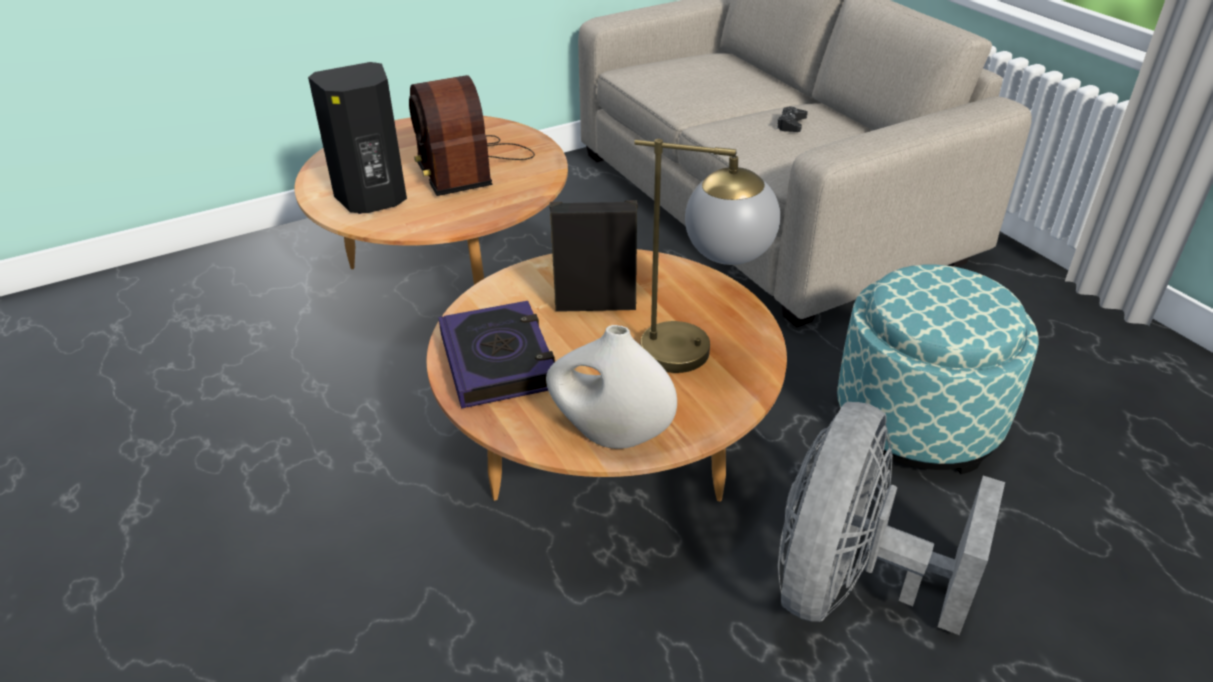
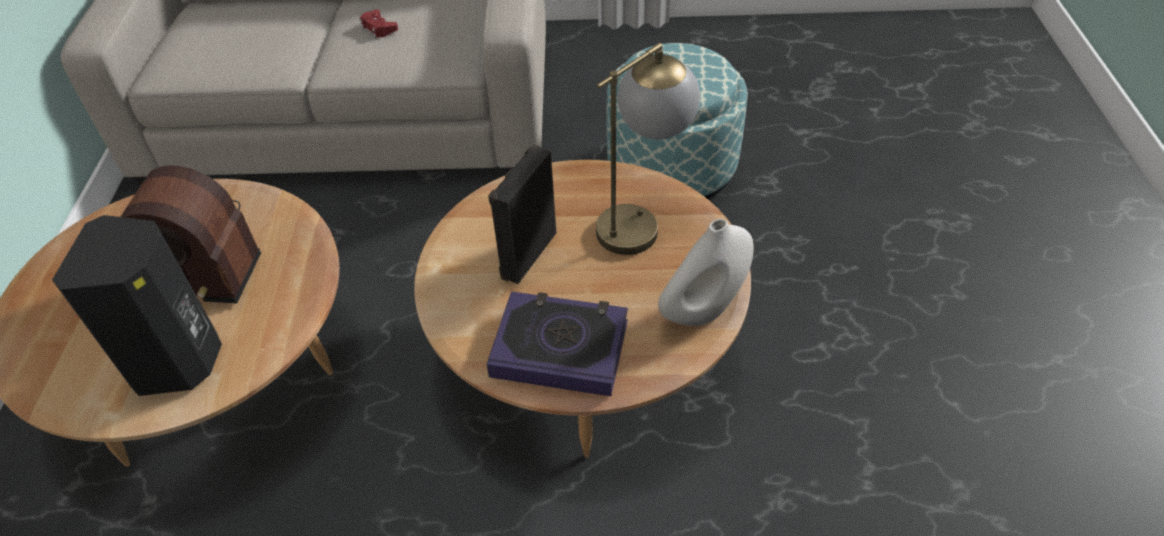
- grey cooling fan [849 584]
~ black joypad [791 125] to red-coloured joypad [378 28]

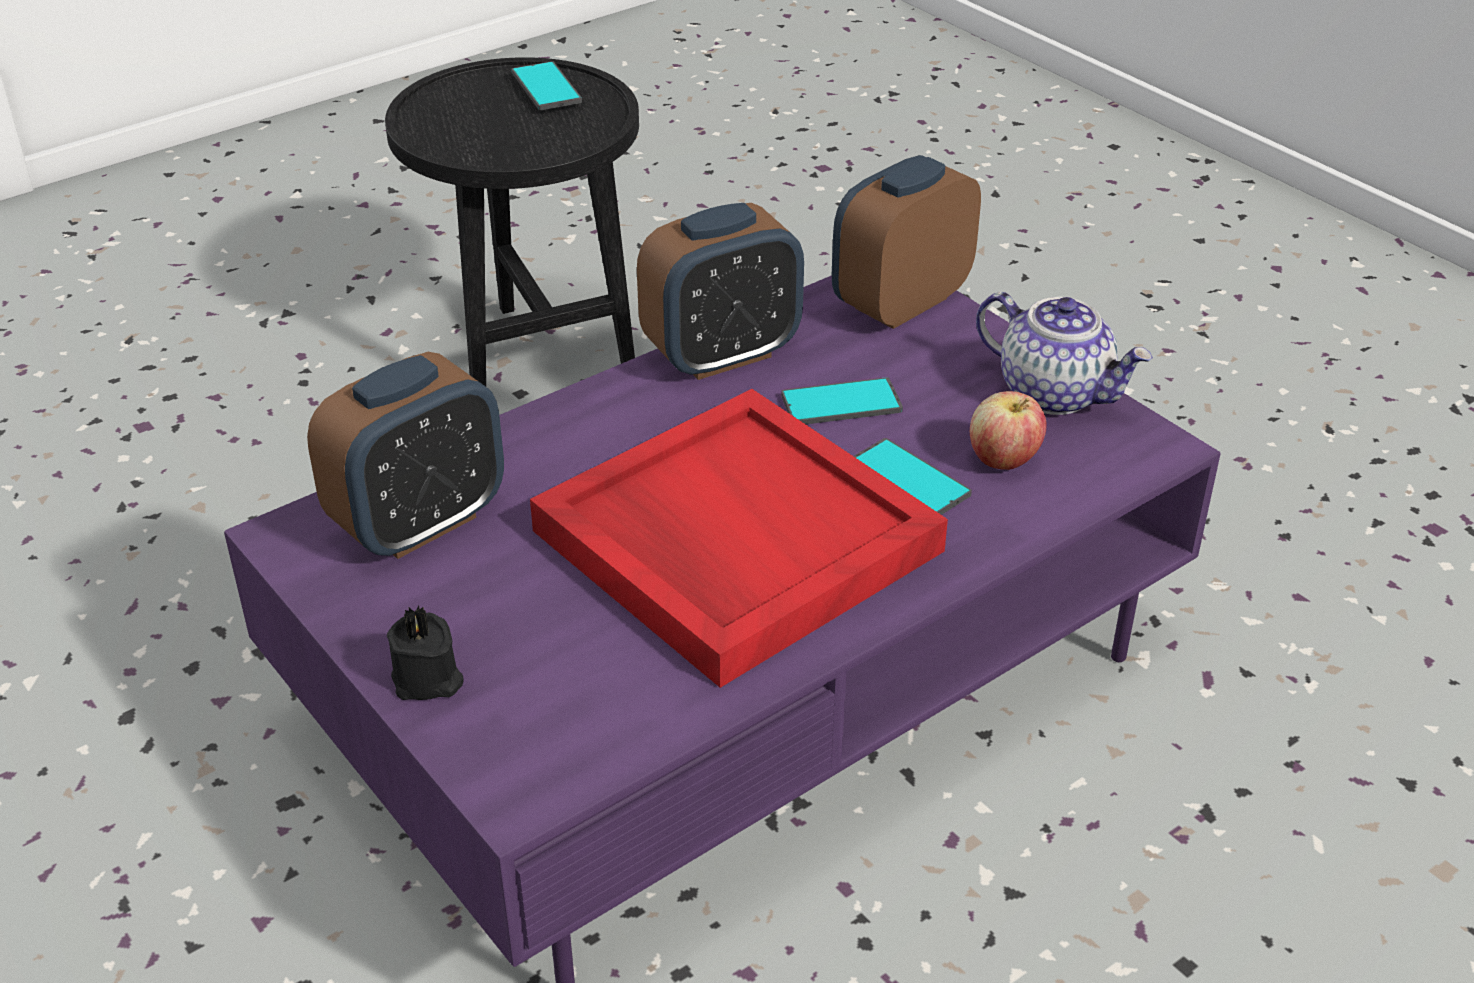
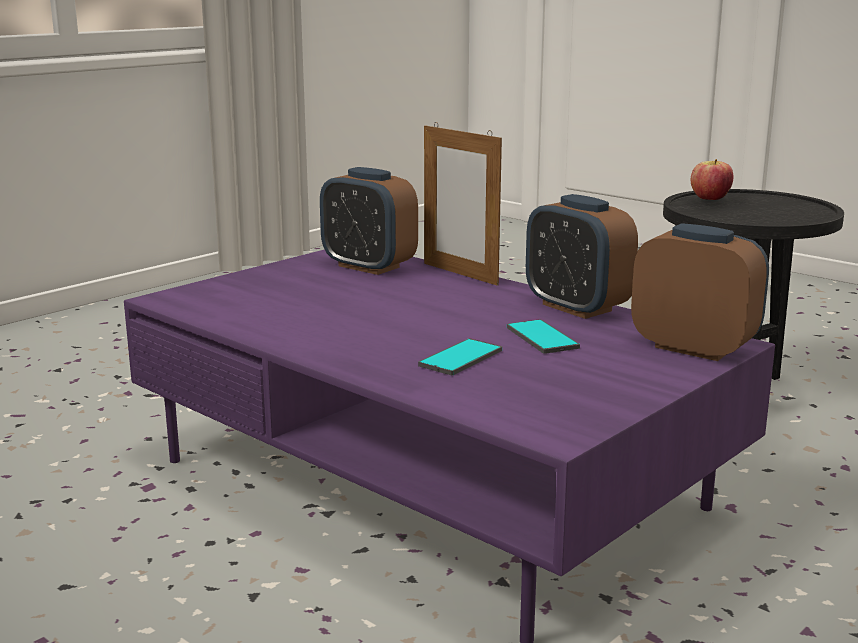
- black wax light [428 681]
- telephone [546 87]
- red-coloured serving tray [733 541]
- pot for tea [1056 393]
+ standing frame [460 274]
~ whole apple [1003 460] to [710 199]

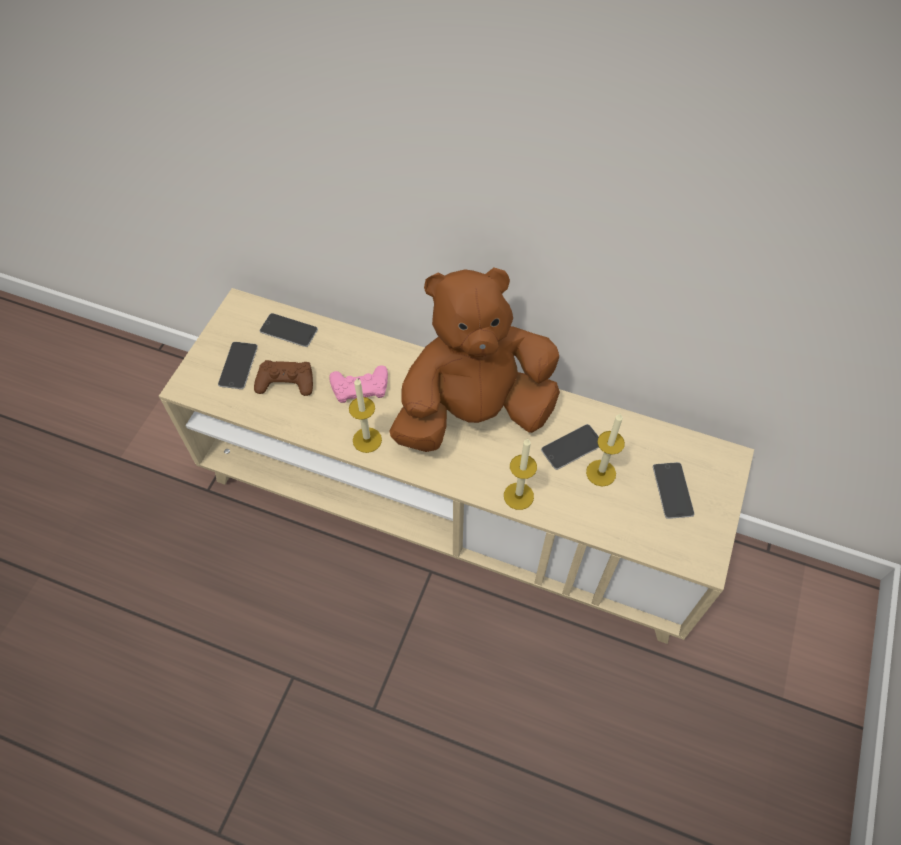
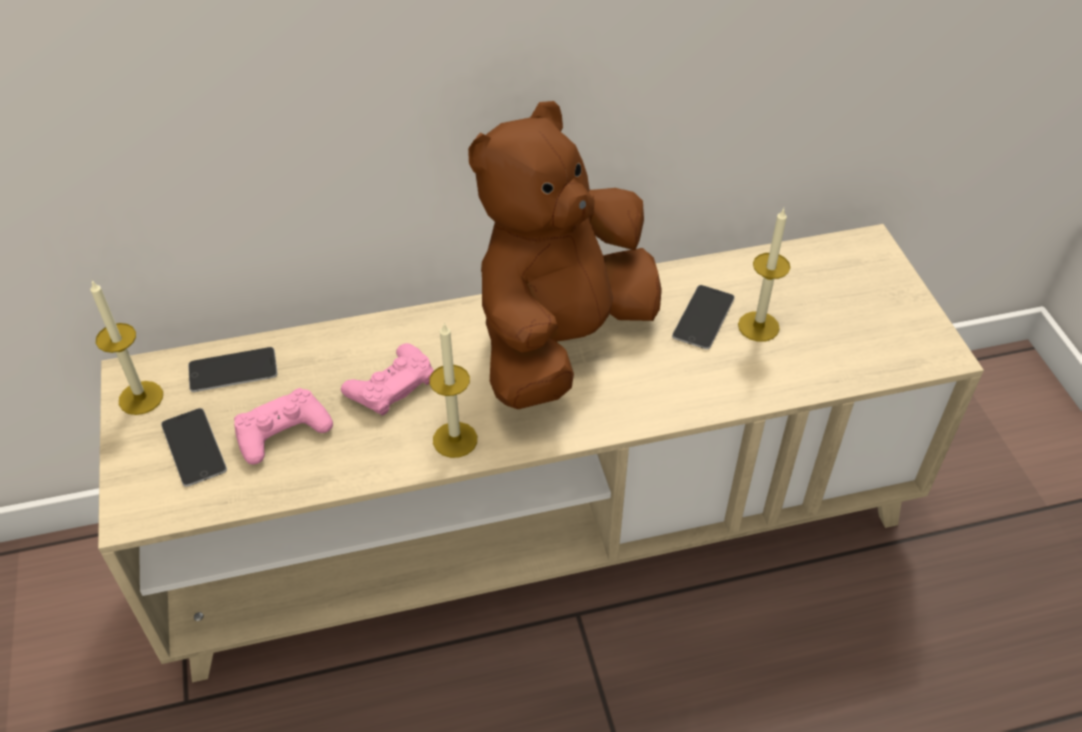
- telephone [673 490]
~ wax light [518 496] to [141 398]
~ brown joypad [286 382] to pinkish joypad [282 431]

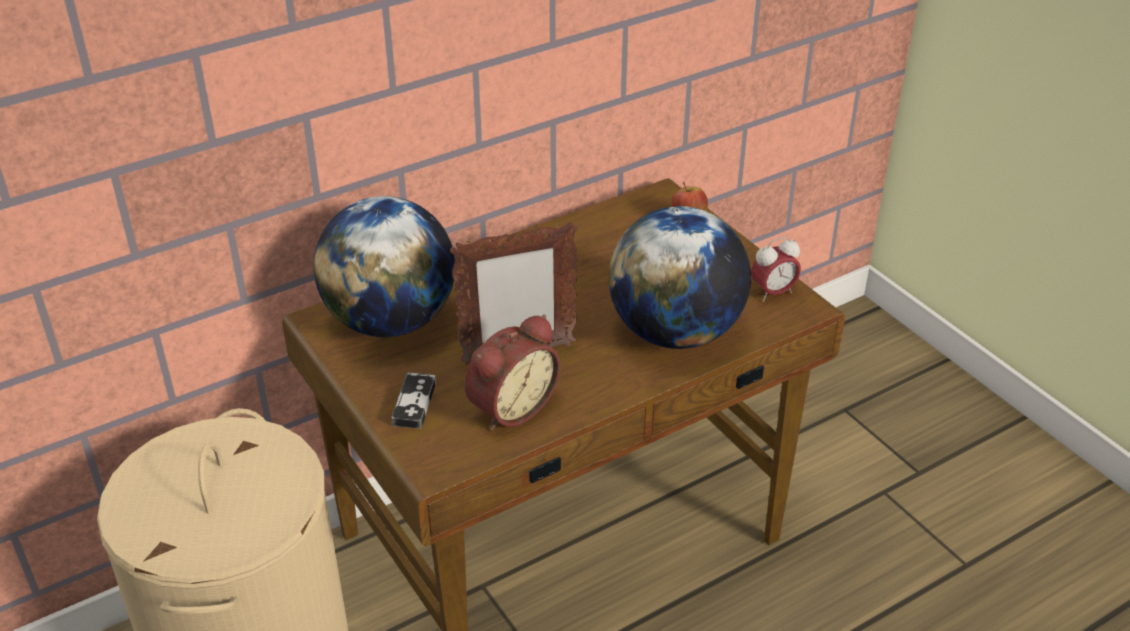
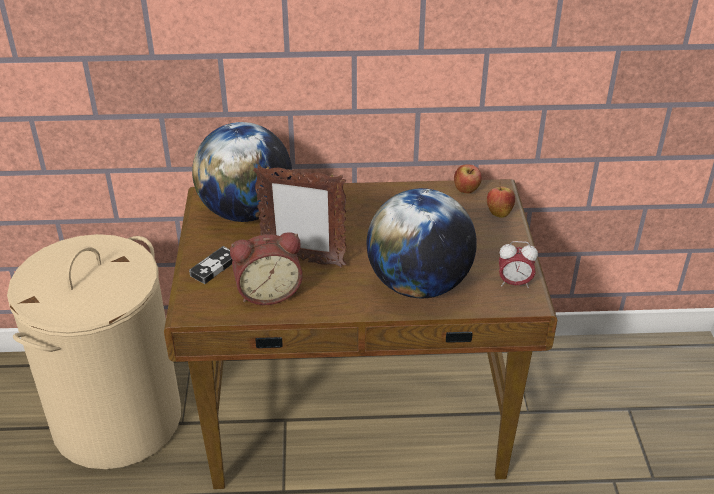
+ whole apple [466 191]

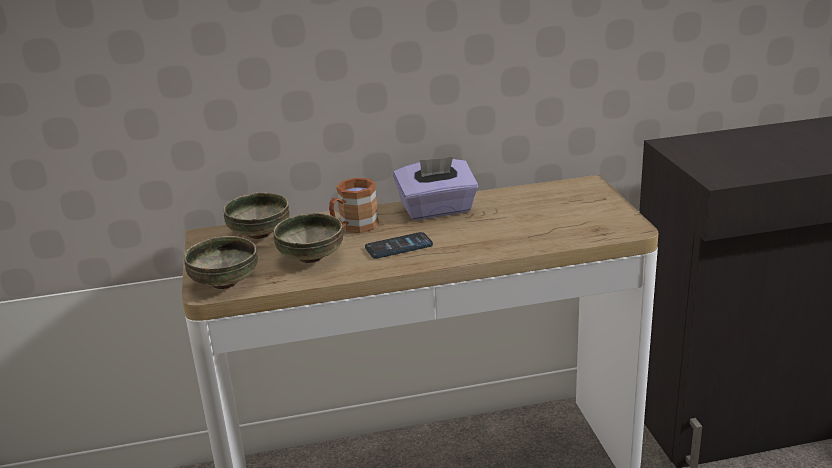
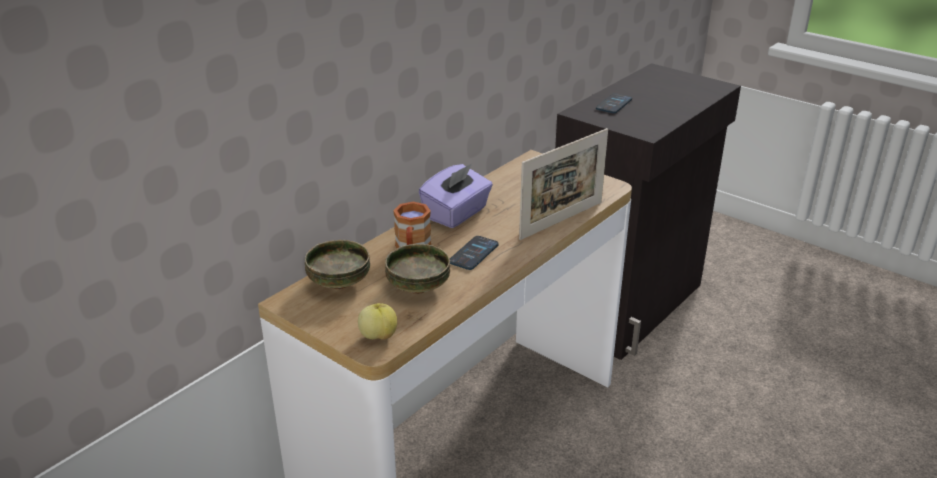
+ standing frame [561 220]
+ telephone [614 104]
~ serving bowl [224 283] to whole apple [378 336]

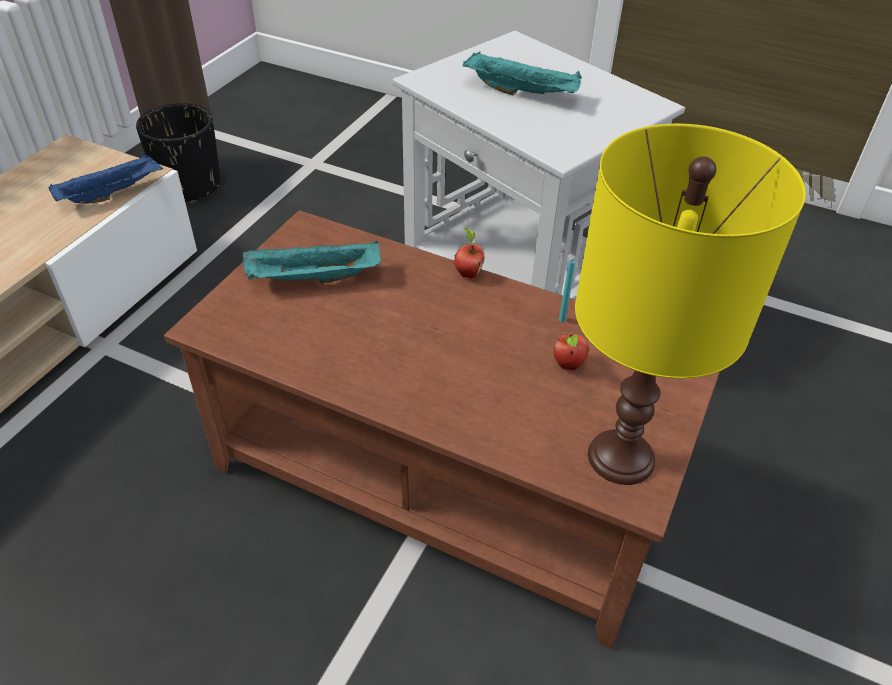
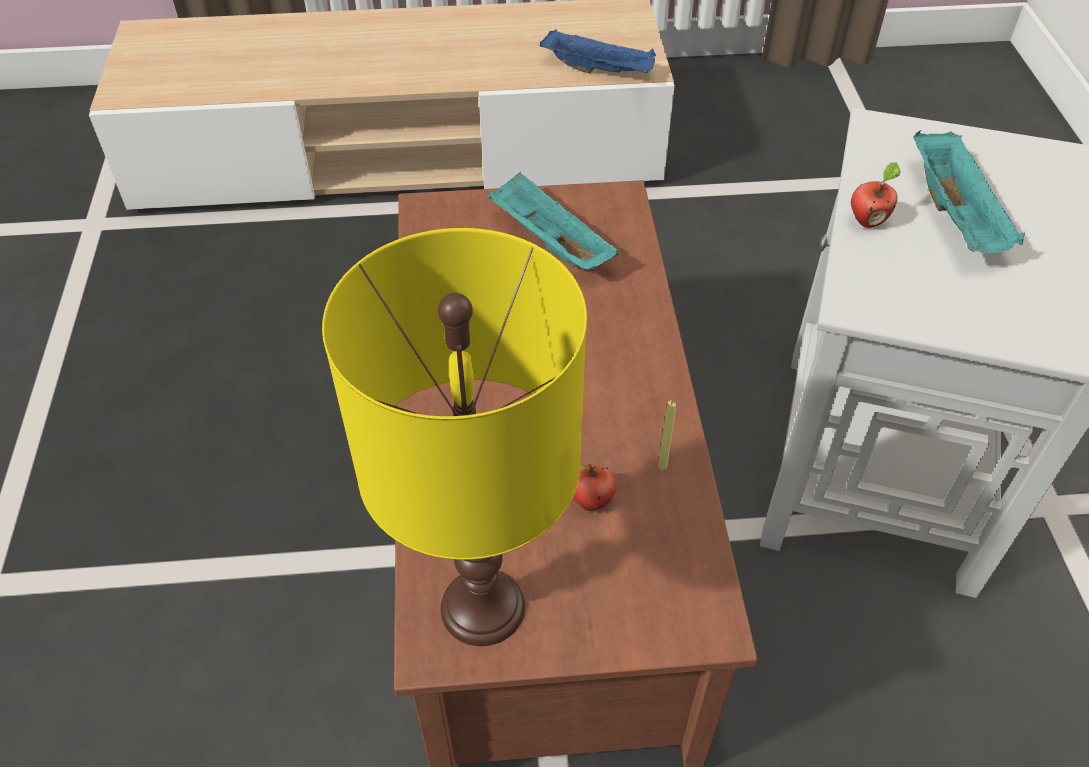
- black flower pot [190 186]
~ whole apple [467 273] to [867 221]
~ blue-green wax light [562 320] to yellow wax light [662 466]

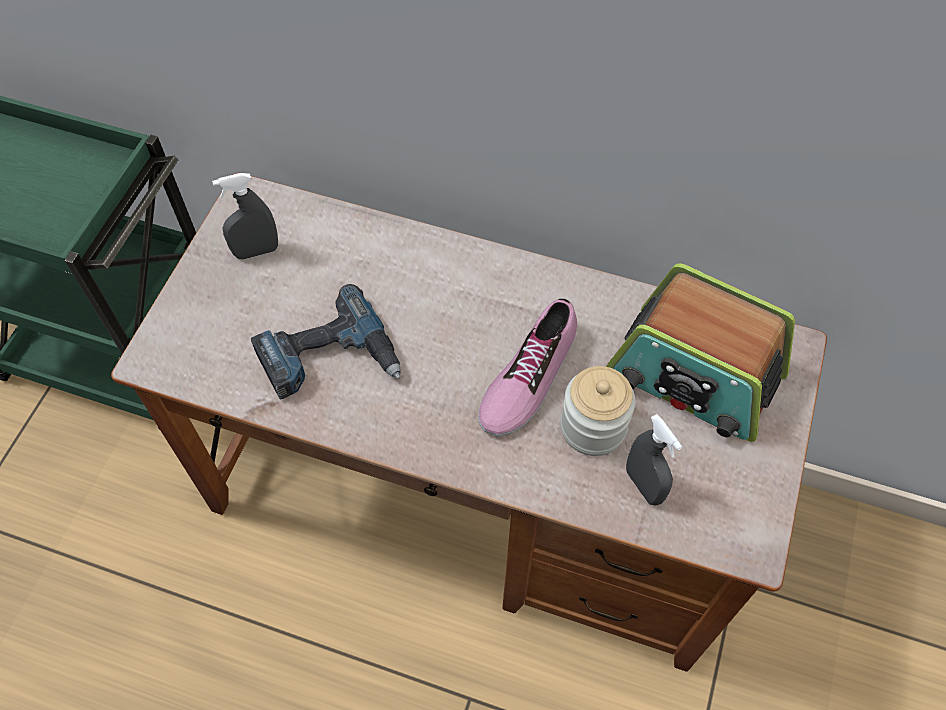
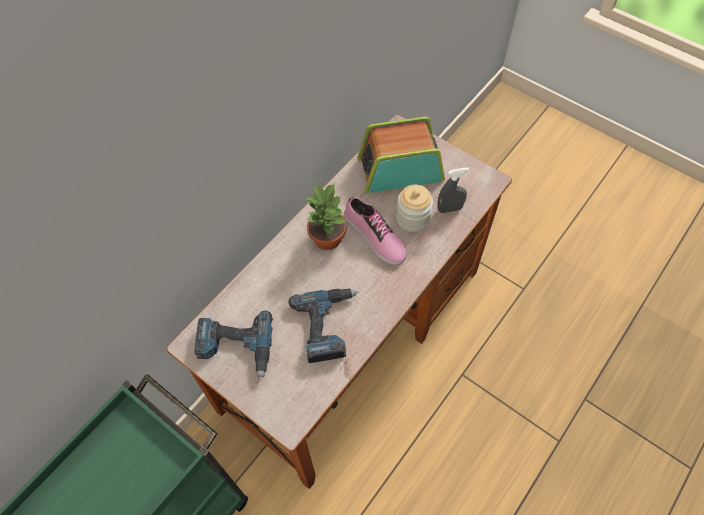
+ plant in a pot [327 237]
~ grey hand sprayer [256 251] to power drill [235 348]
~ radio [694 375] = [400 169] 150 degrees counterclockwise

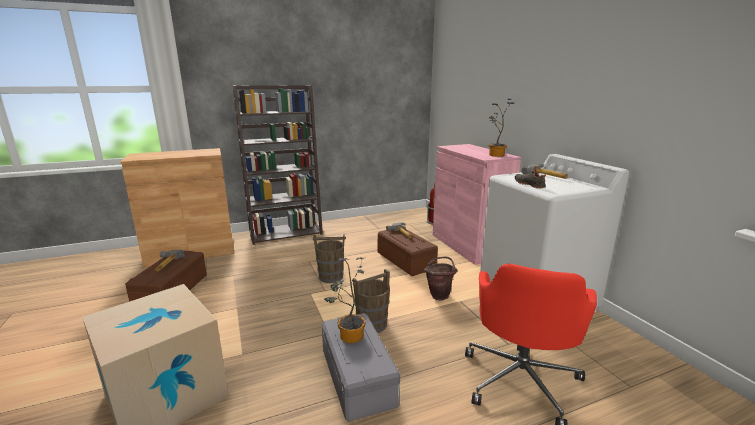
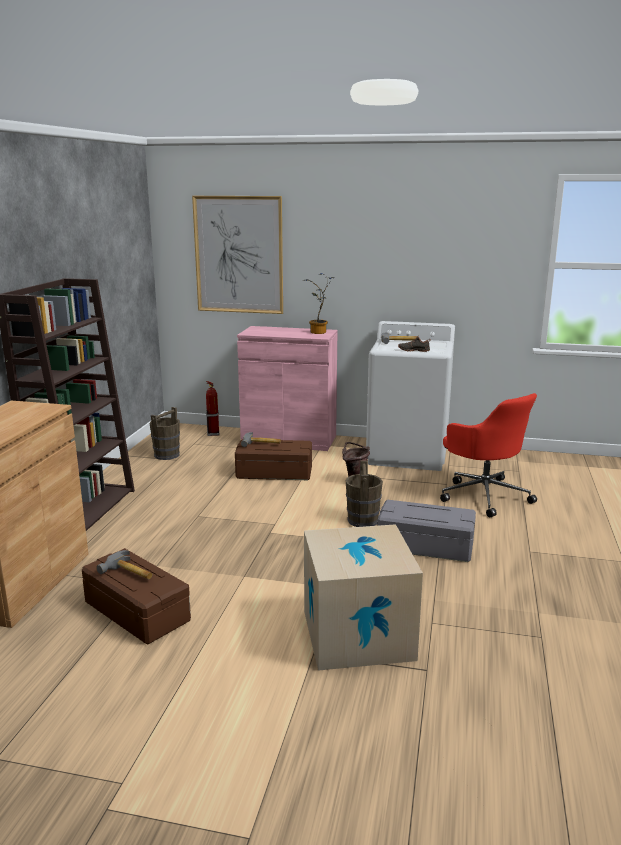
- plant in a pot [348 337]
+ picture [238 255]
~ brown pail [330 277] to [166 455]

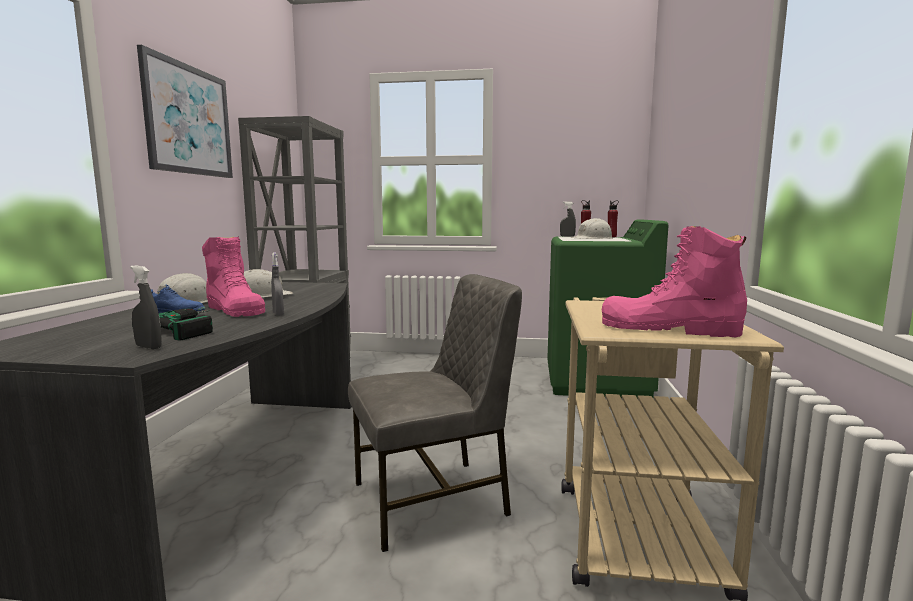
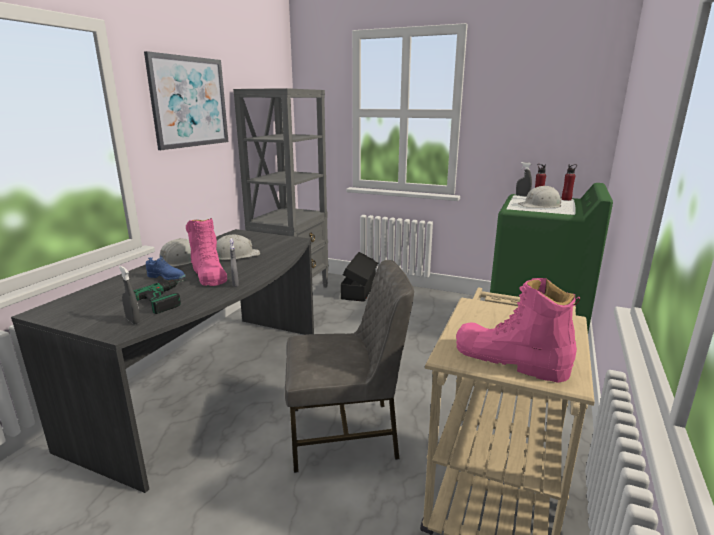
+ black storage container [359 290]

